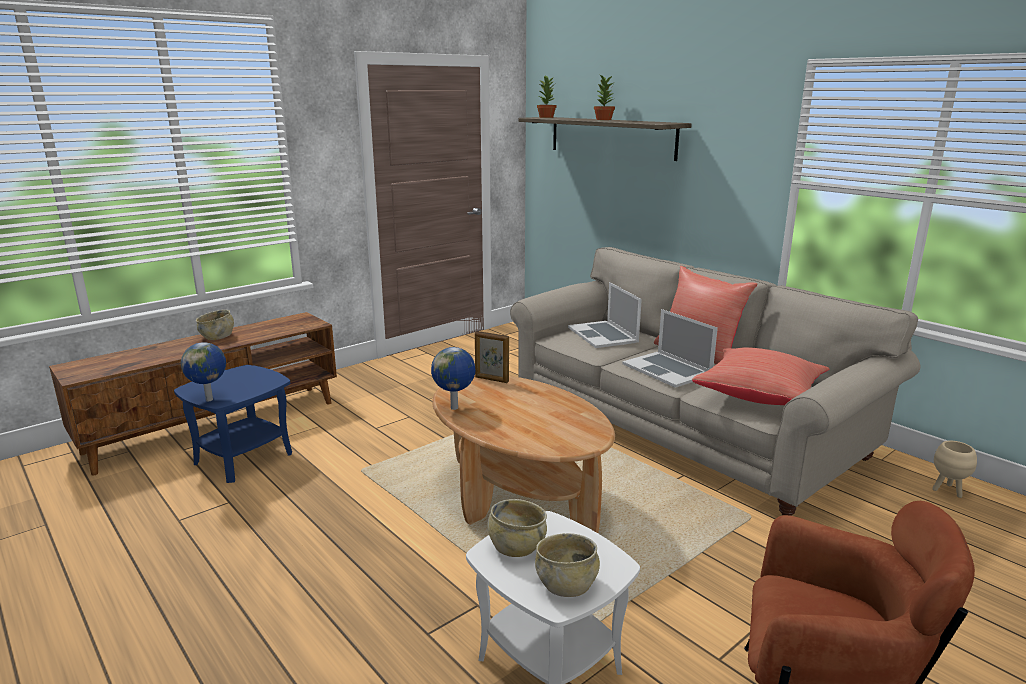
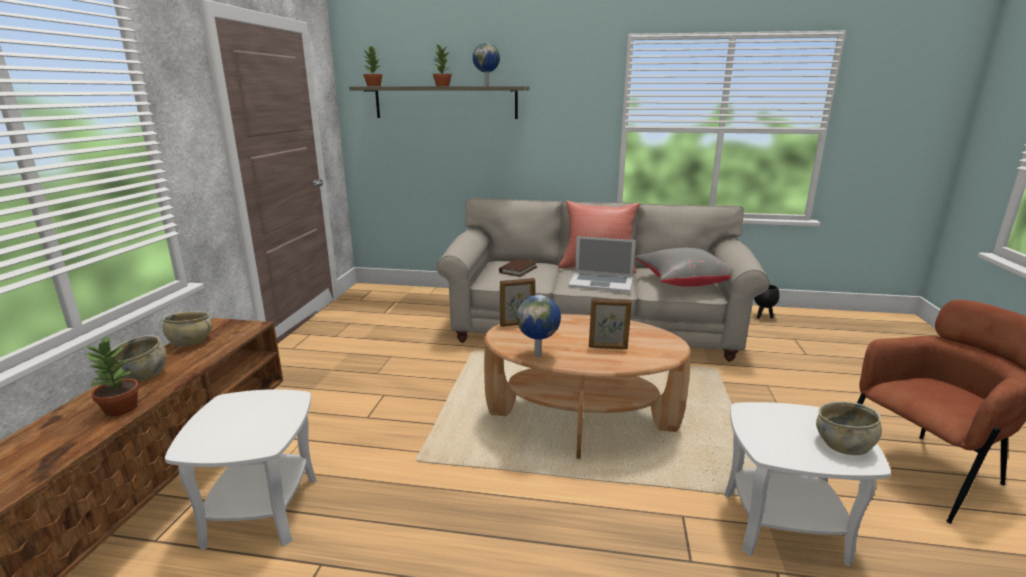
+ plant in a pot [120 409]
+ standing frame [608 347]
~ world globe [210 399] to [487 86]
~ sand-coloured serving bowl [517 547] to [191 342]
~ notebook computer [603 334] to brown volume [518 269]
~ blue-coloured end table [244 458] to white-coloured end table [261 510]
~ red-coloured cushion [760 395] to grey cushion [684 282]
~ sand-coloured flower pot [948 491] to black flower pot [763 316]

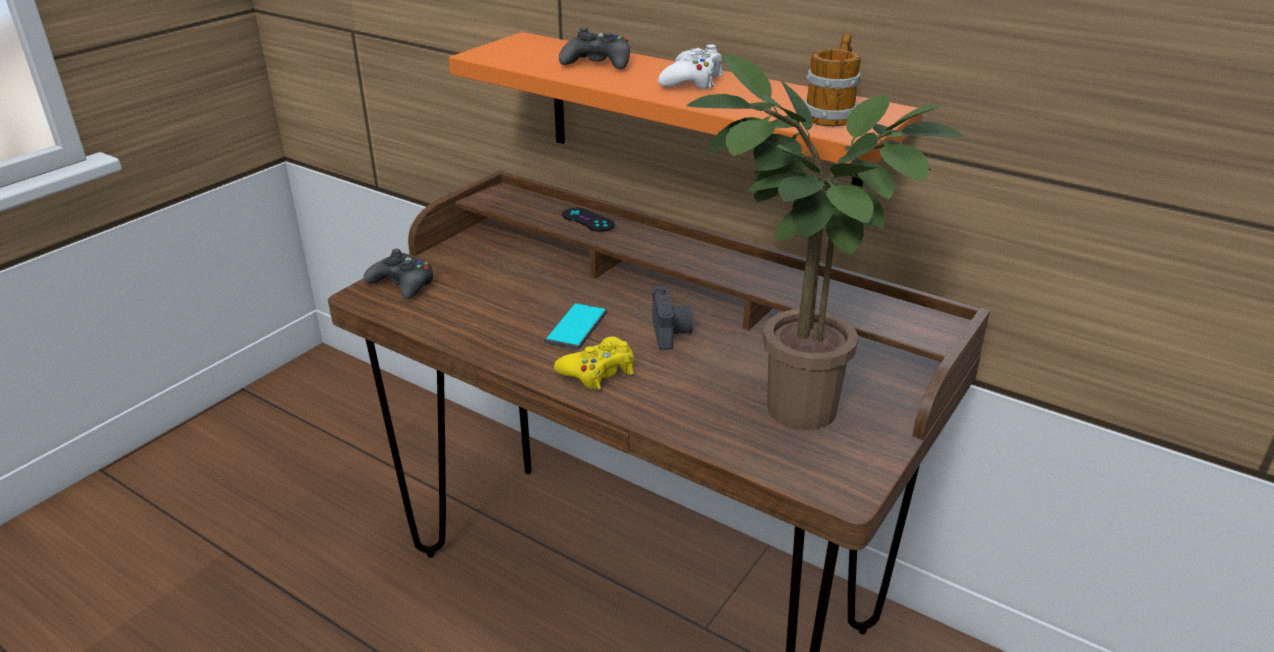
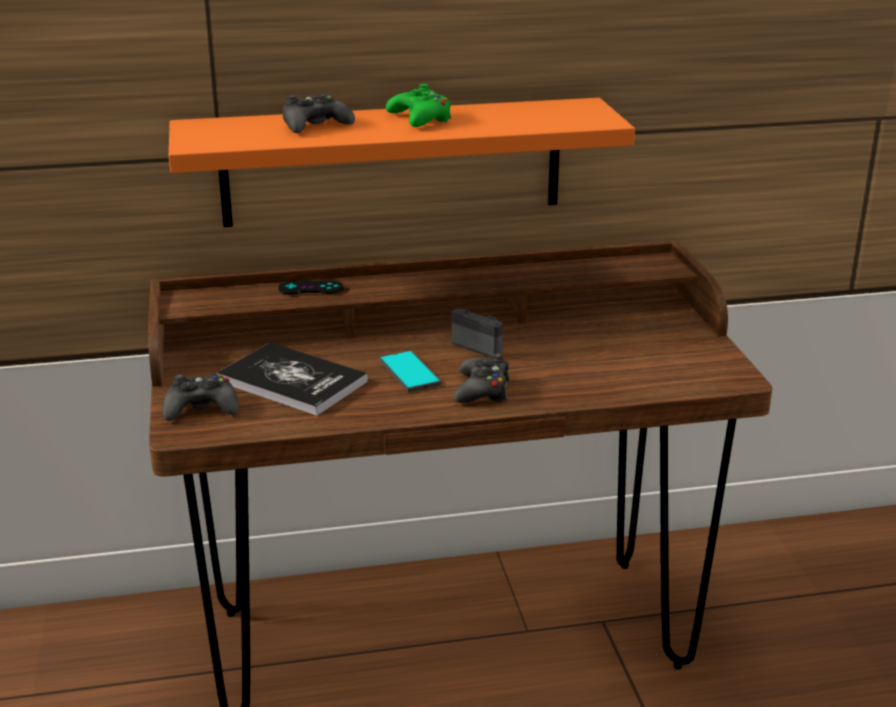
- plant in a pot [793 414]
- mug [832 114]
+ volume [292 381]
~ yellow joypad [598 371] to black joypad [482 390]
~ white-coloured joypad [692 81] to greenish joypad [420 119]

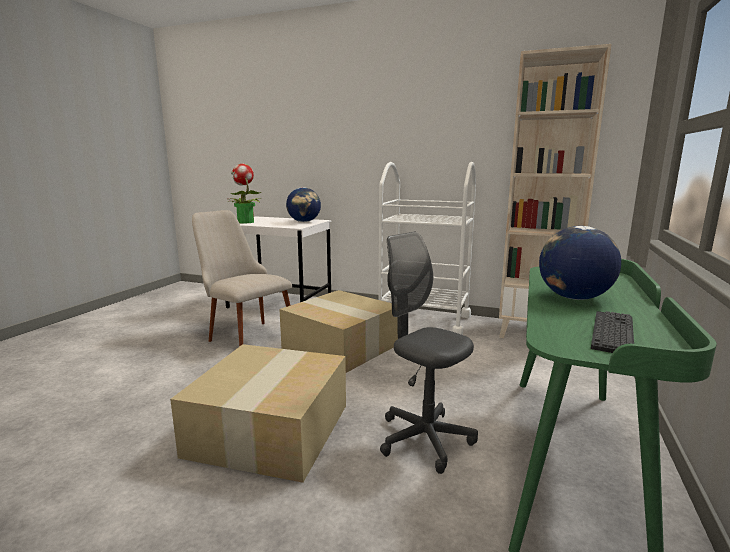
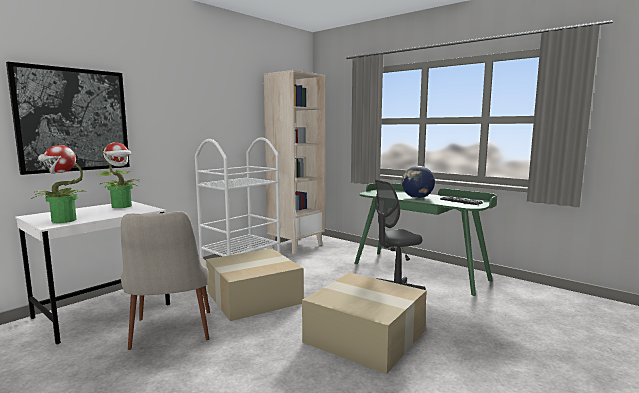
+ picture [73 120]
~ world globe [304 222] to plant in a pot [122 206]
~ sand-coloured plain chair [244 335] = [171 337] 75 degrees counterclockwise

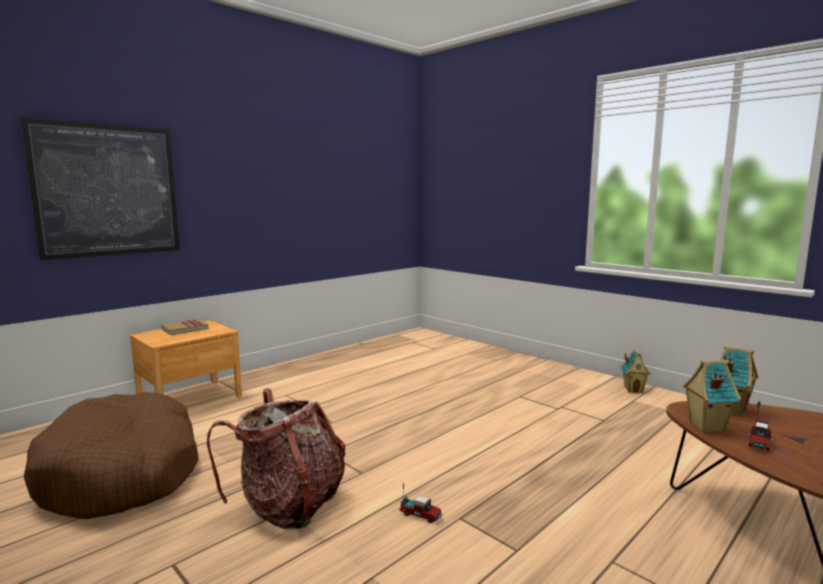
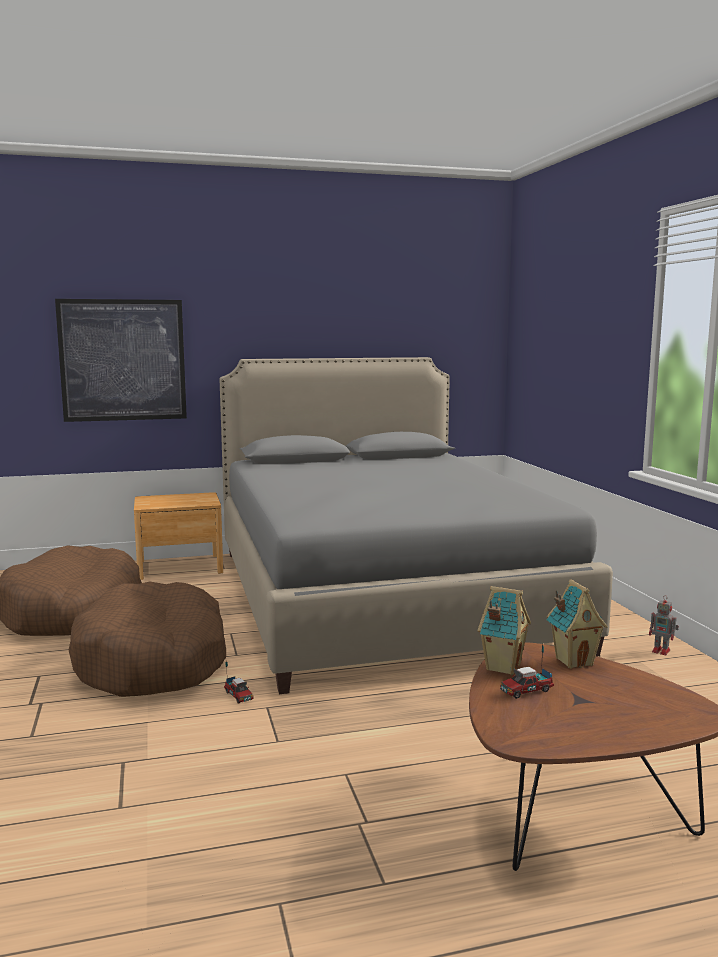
- volume [185 329]
+ grey sleeping bed [380 596]
~ rucksack [289 504] to brown dog cushion [153 661]
~ model house [633 390] to robot figure [662 651]

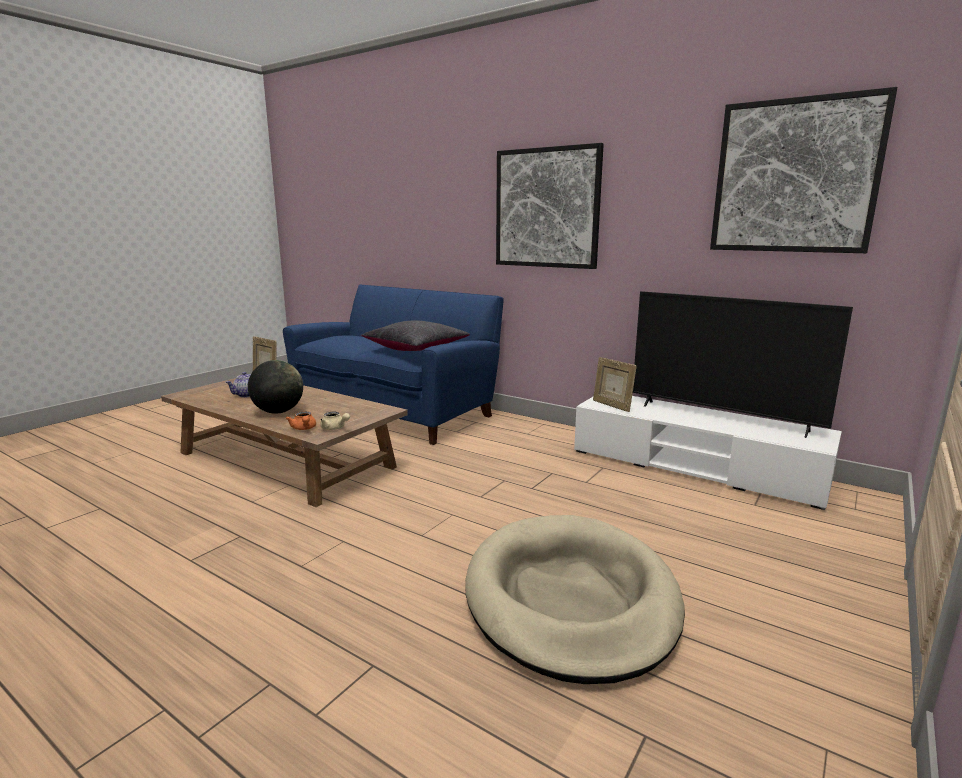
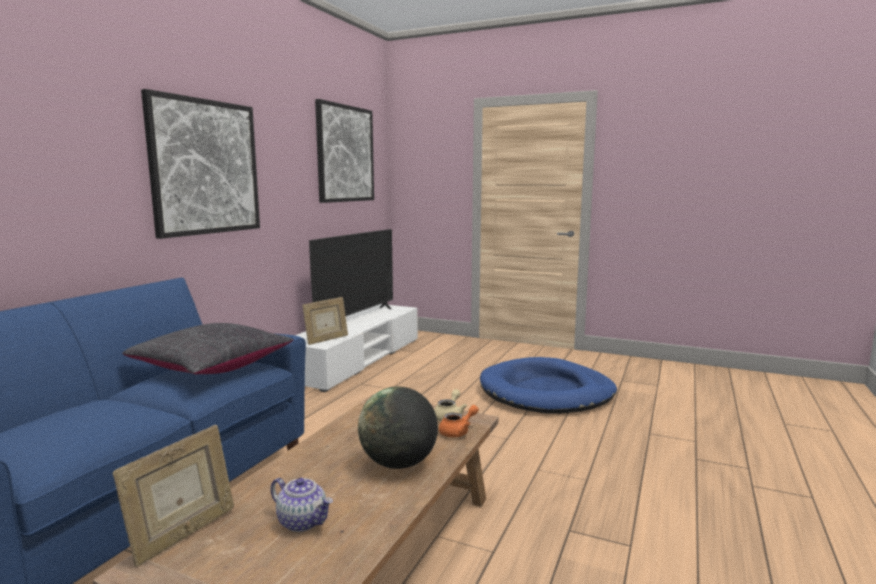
~ sand-coloured dog cushion [570 599] to blue-coloured dog cushion [546 392]

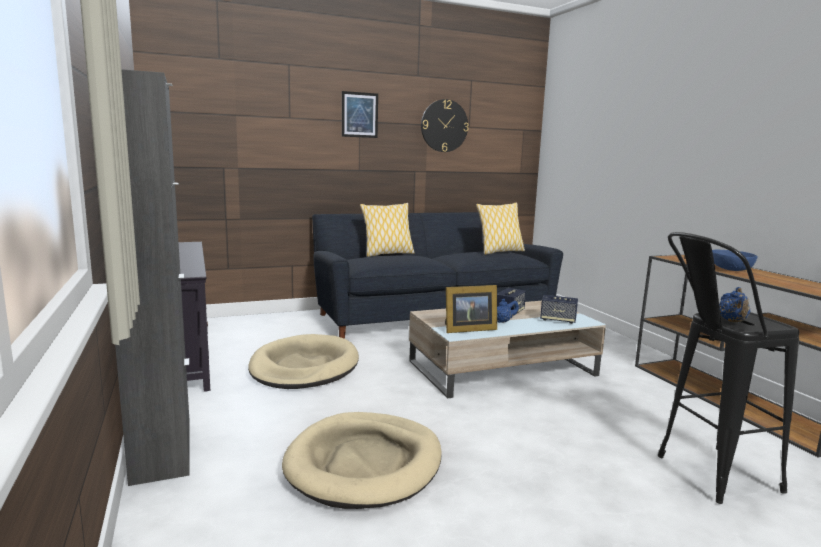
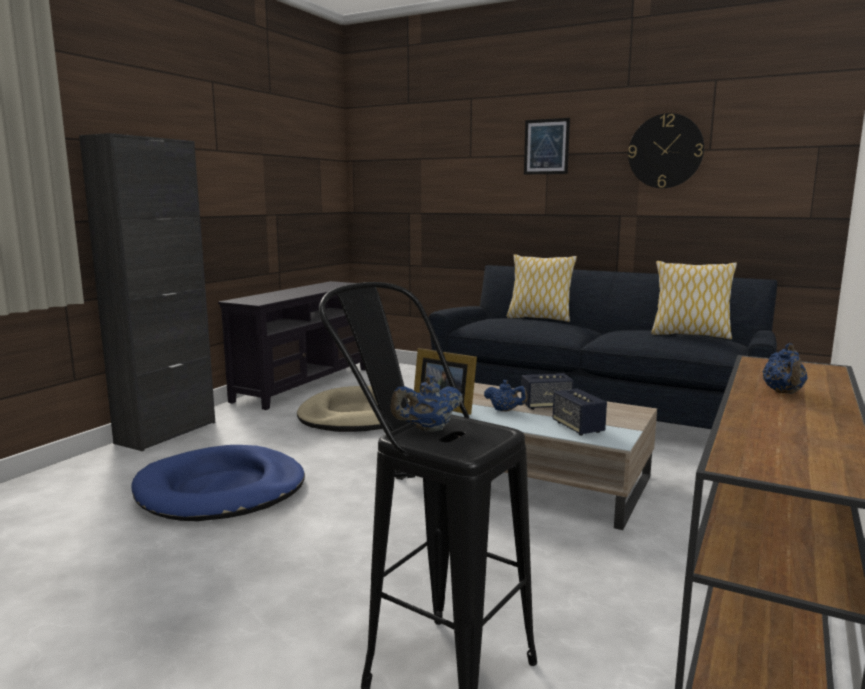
~ blue-coloured serving bowl [731 269] to blue-coloured pot for tea [783 393]
~ sand-coloured dog cushion [365 464] to blue-coloured dog cushion [221 490]

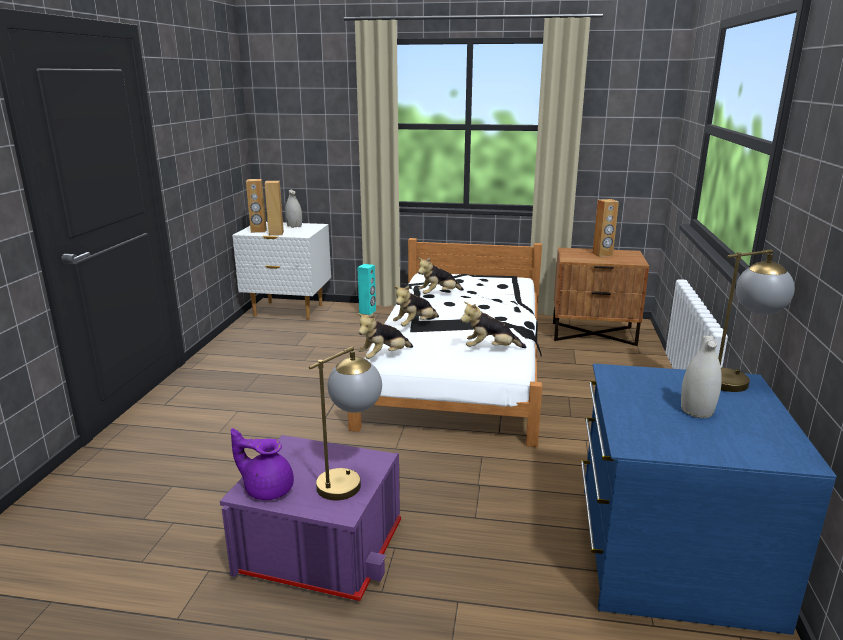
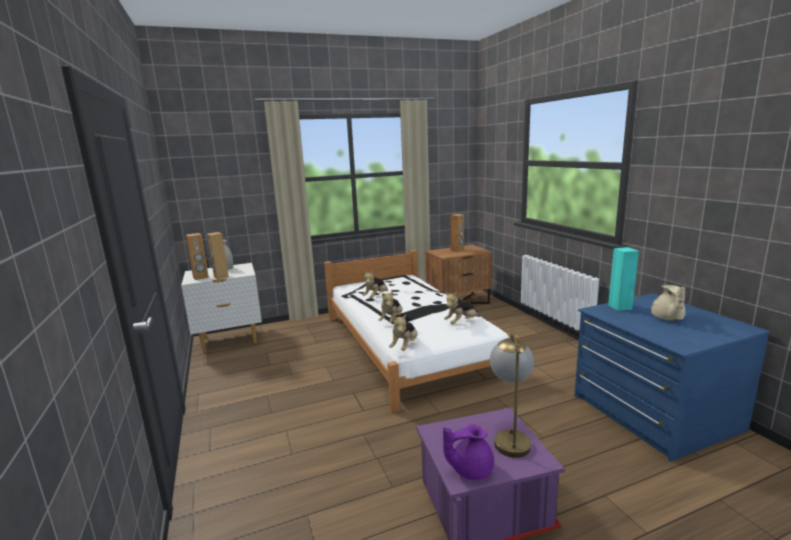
- lamp for a table [737 380]
~ blue-green speaker [367 312] to [620 307]
~ white-coloured vase [697 410] to sand-coloured pot for tea [667 318]

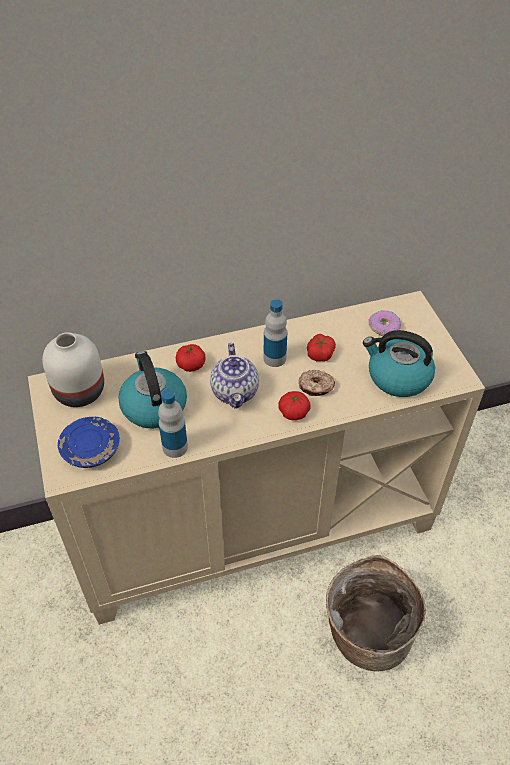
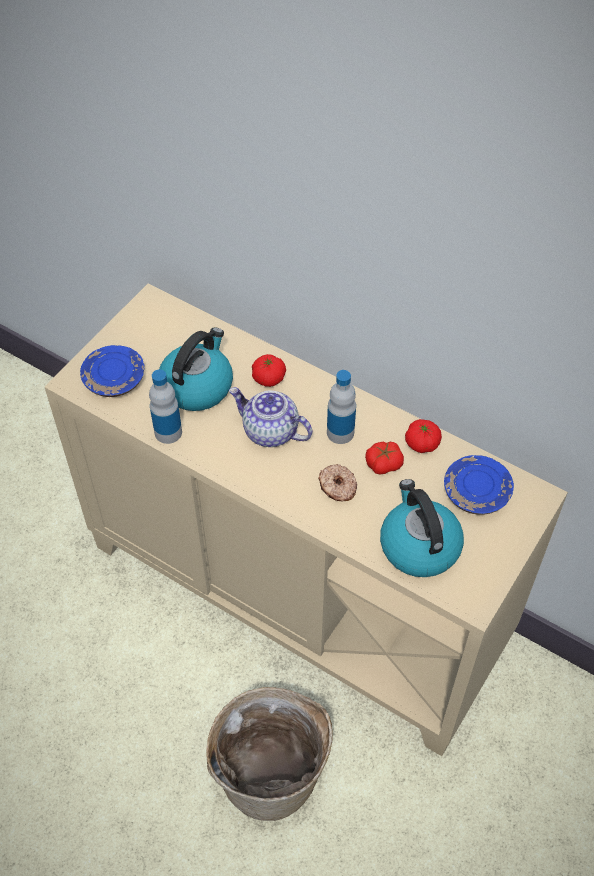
- white-coloured vase [81 391]
~ whole tomato [293 412] to [422 443]
~ doughnut [384 327] to blue-coloured flat dish [476 492]
~ pot for tea [235 392] = [269 432] 75 degrees clockwise

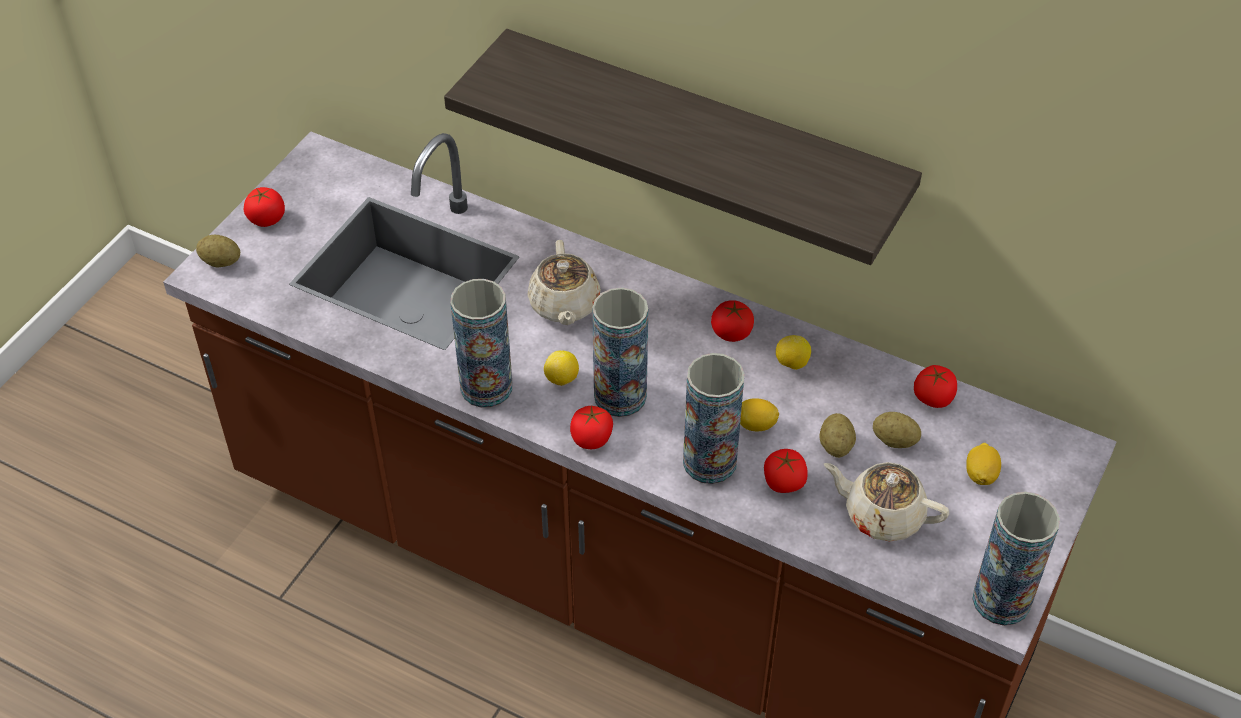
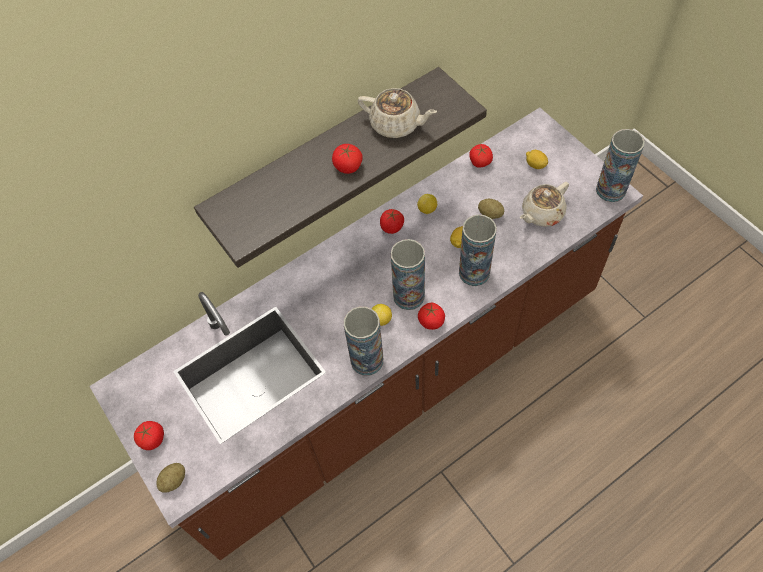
- potato [894 440]
~ sand-coloured pot for tea [564 305] to [396 124]
~ whole tomato [783 482] to [348 166]

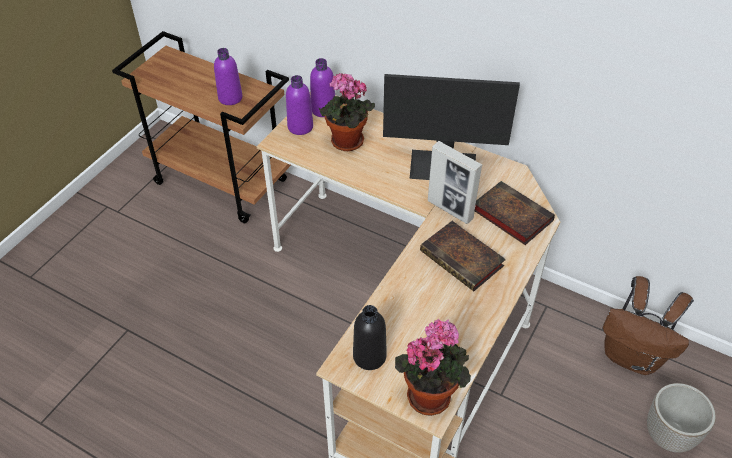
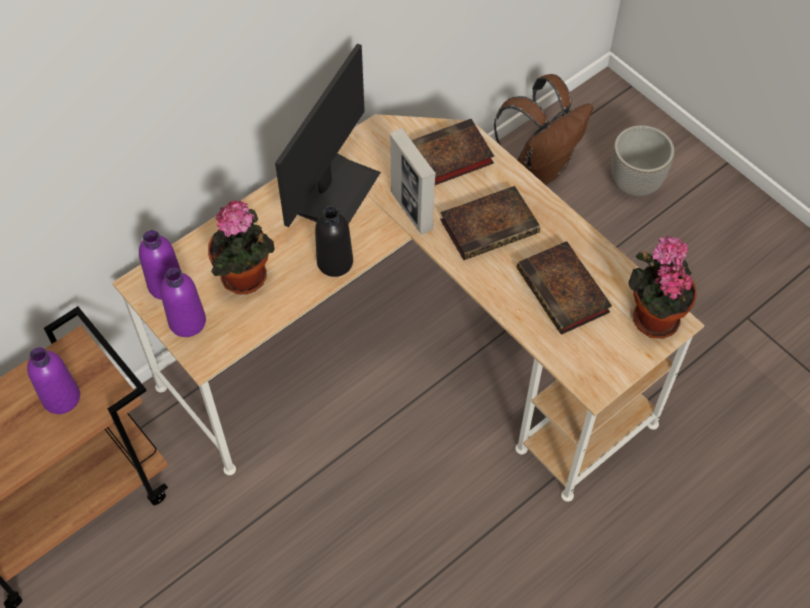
+ volume [565 292]
~ black drink bottle [369 356] to [335 262]
~ standing frame [450 210] = [412 211] 90 degrees clockwise

